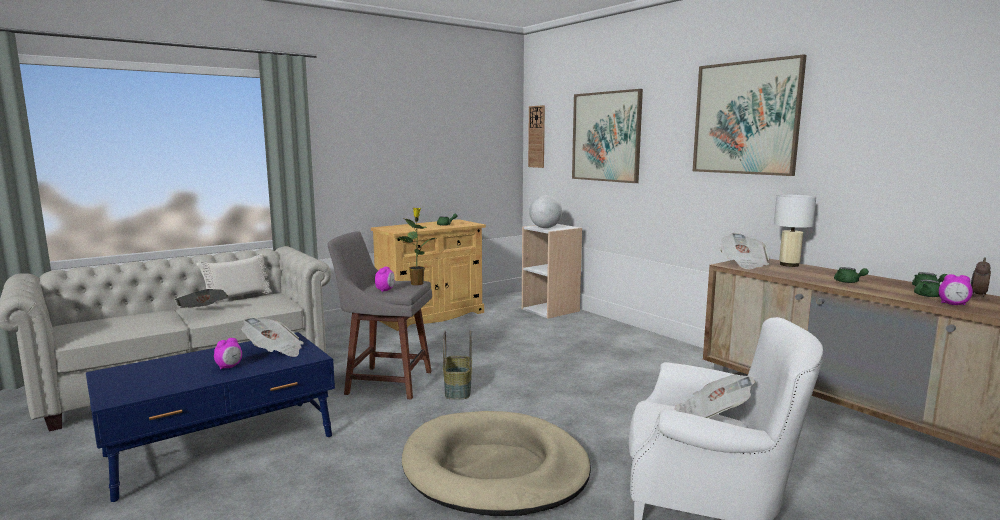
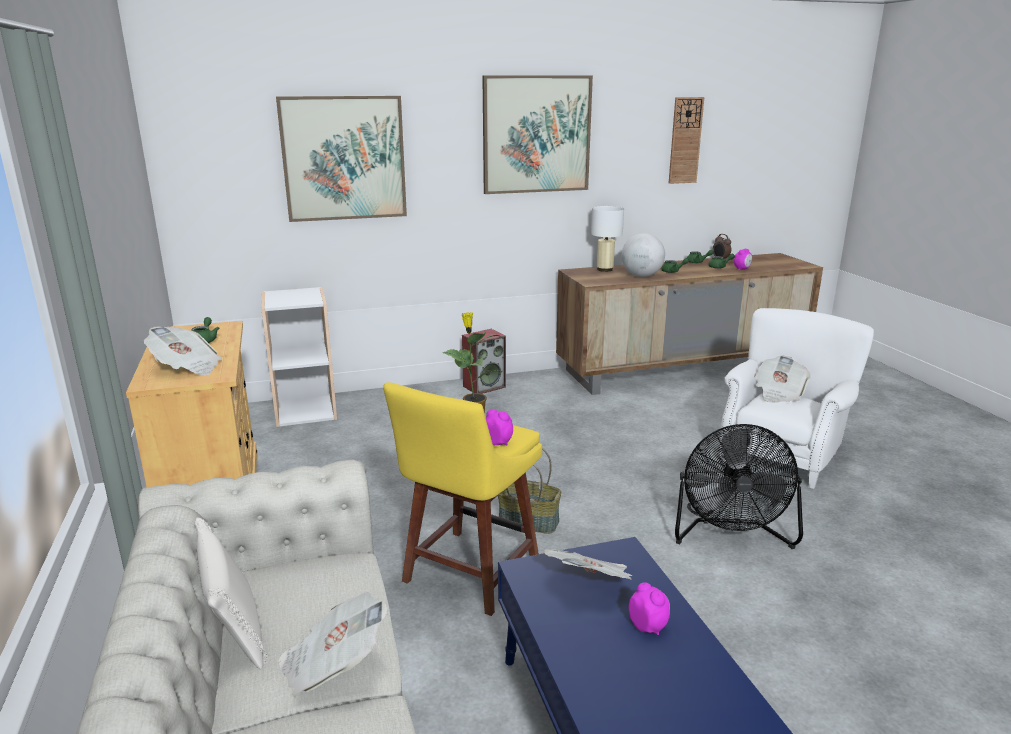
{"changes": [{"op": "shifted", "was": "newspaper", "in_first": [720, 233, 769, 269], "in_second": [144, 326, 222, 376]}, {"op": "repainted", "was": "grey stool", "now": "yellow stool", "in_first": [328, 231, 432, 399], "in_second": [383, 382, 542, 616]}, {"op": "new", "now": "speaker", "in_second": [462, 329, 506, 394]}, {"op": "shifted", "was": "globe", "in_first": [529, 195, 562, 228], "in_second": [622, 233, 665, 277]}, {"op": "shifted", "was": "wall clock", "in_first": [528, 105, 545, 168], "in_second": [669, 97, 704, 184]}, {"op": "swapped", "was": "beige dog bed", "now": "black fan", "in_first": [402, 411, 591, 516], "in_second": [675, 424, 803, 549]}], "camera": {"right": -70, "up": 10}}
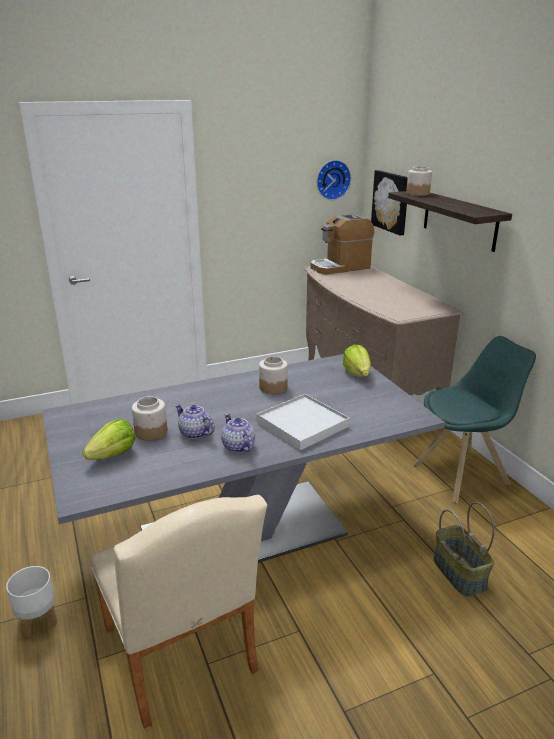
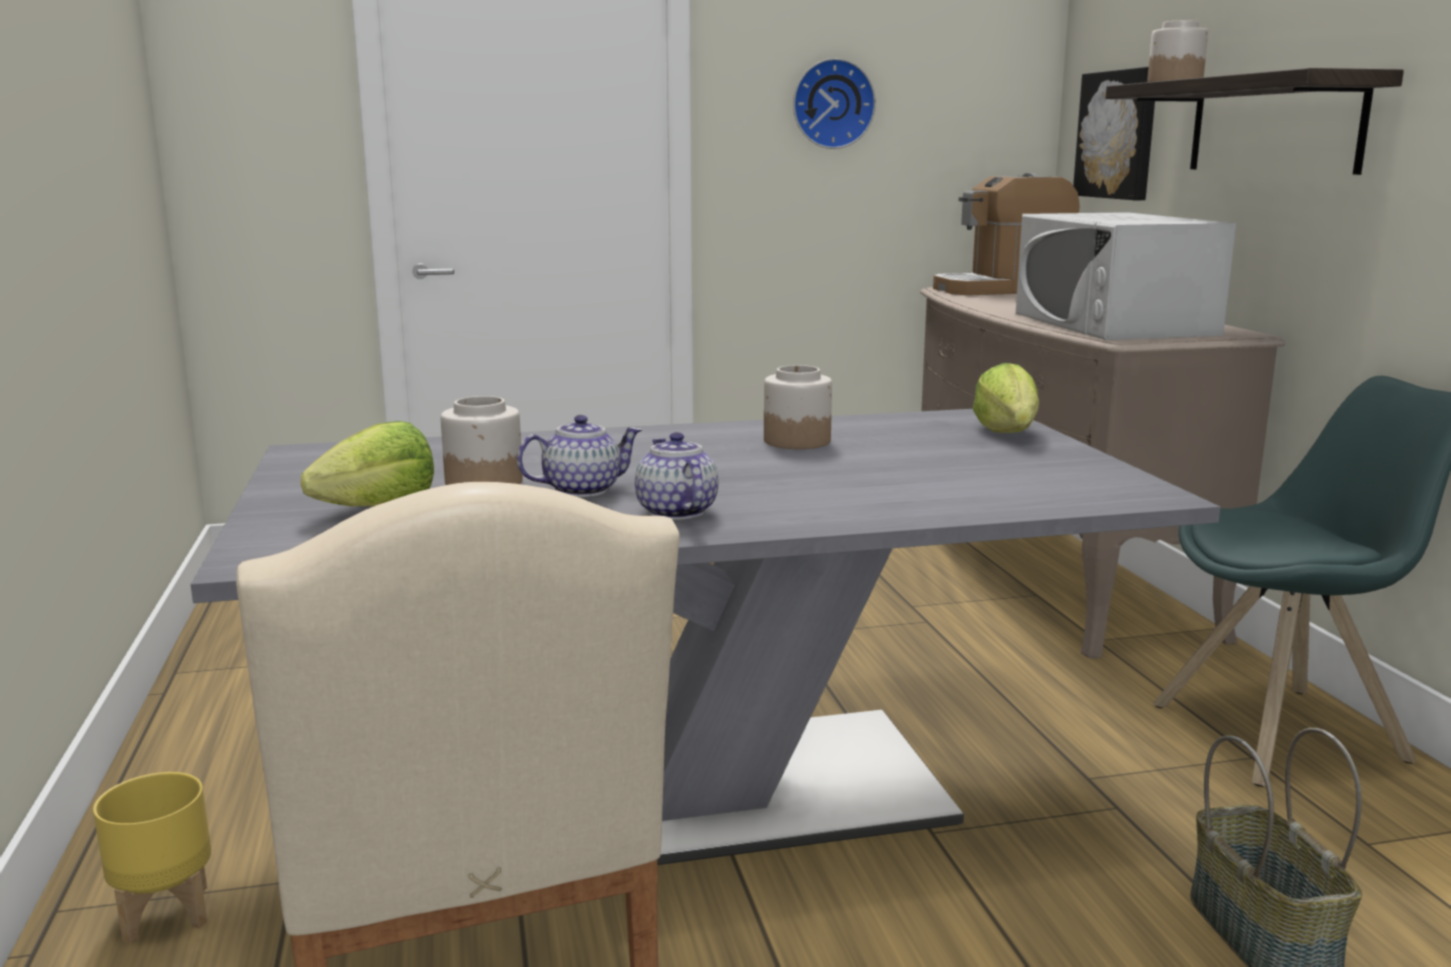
{"changes": [{"op": "repainted", "was": "white planter", "now": "yellow planter", "in_first": [6, 566, 57, 637], "in_second": [93, 772, 211, 944]}, {"op": "rotated", "was": "teapot", "in_first": [175, 404, 215, 439], "in_second": [517, 415, 642, 497], "clockwise": 105}, {"op": "shifted", "was": "wall clock", "in_first": [317, 160, 351, 200], "in_second": [793, 58, 876, 149]}, {"op": "new", "now": "white microwave", "in_second": [1016, 212, 1236, 340]}, {"op": "gone", "was": "white tray", "in_first": [256, 394, 350, 450]}], "camera": {"right": 10, "up": -10}}
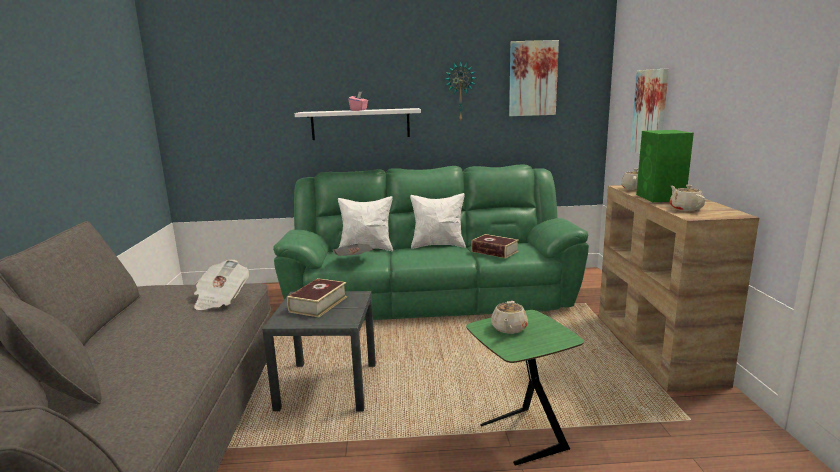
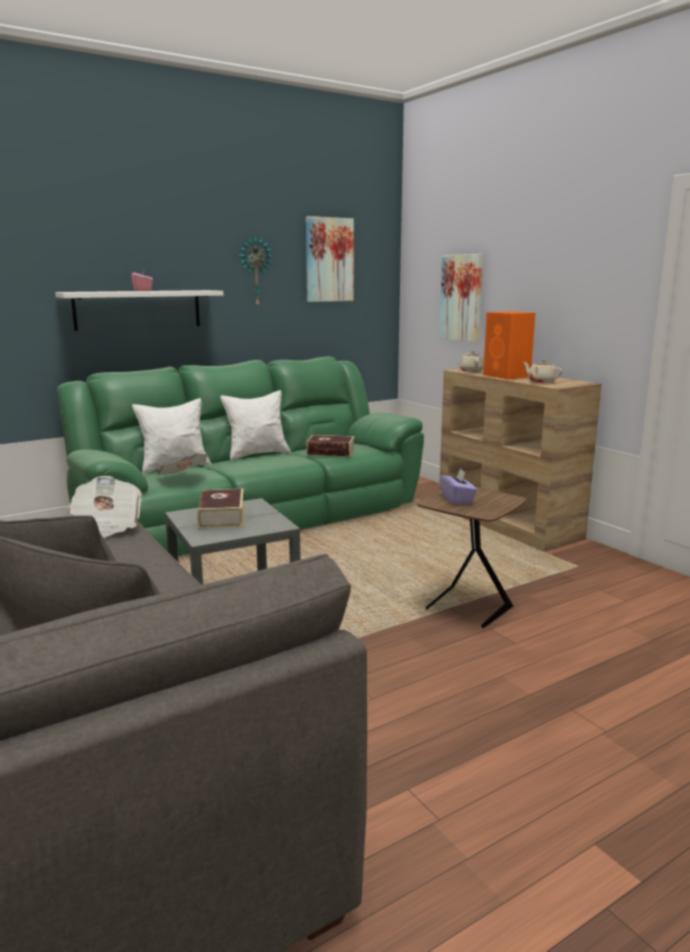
{"changes": [{"op": "repainted", "was": "green side table", "now": "brown side table", "in_first": [466, 310, 584, 466], "in_second": [417, 487, 527, 628]}, {"op": "swapped", "was": "beige teapot", "now": "purple tissue box", "in_first": [491, 301, 528, 334], "in_second": [440, 468, 477, 505]}, {"op": "repainted", "was": "green speaker", "now": "orange speaker", "in_first": [636, 130, 694, 202], "in_second": [483, 311, 535, 379]}], "camera": {"right": -30, "up": 0}}
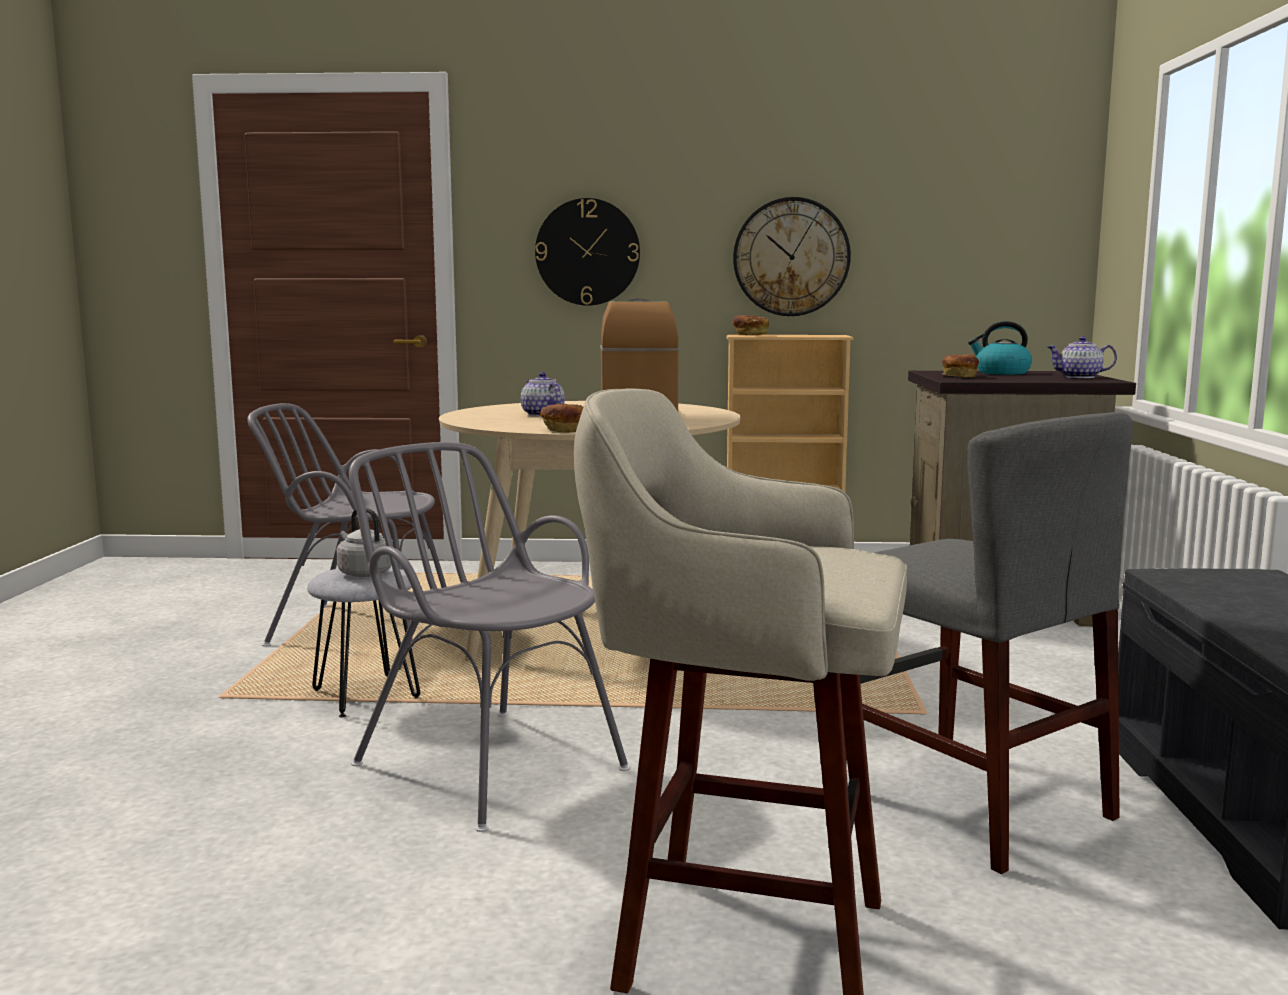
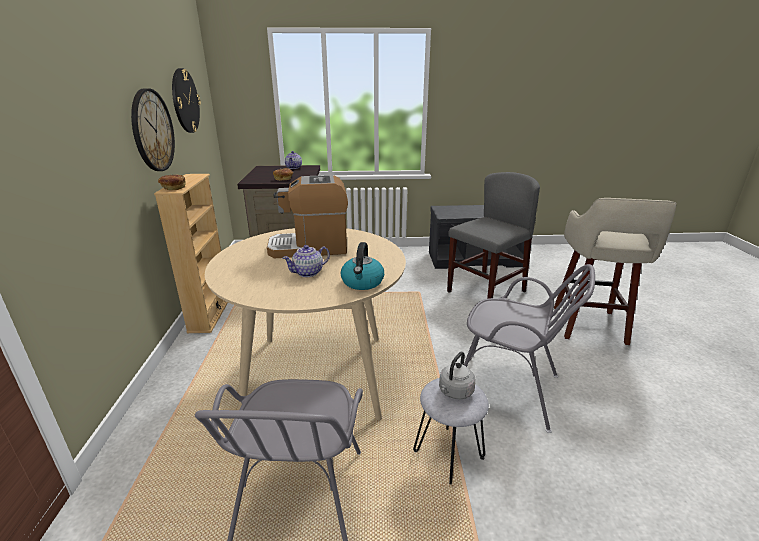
{"changes": [{"op": "shifted", "was": "wall clock", "in_first": [535, 198, 640, 306], "in_second": [172, 68, 201, 133]}, {"op": "shifted", "was": "kettle", "in_first": [968, 321, 1032, 375], "in_second": [341, 242, 384, 290]}, {"op": "rotated", "was": "grey chair", "in_first": [349, 442, 630, 832], "in_second": [464, 264, 595, 433], "clockwise": -105}, {"op": "gone", "was": "bread", "in_first": [540, 404, 584, 433]}], "camera": {"right": -95, "up": 15}}
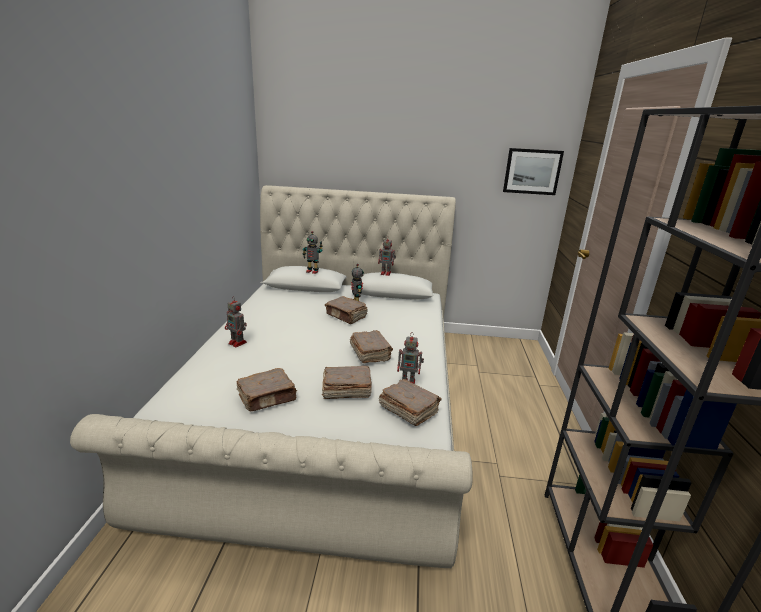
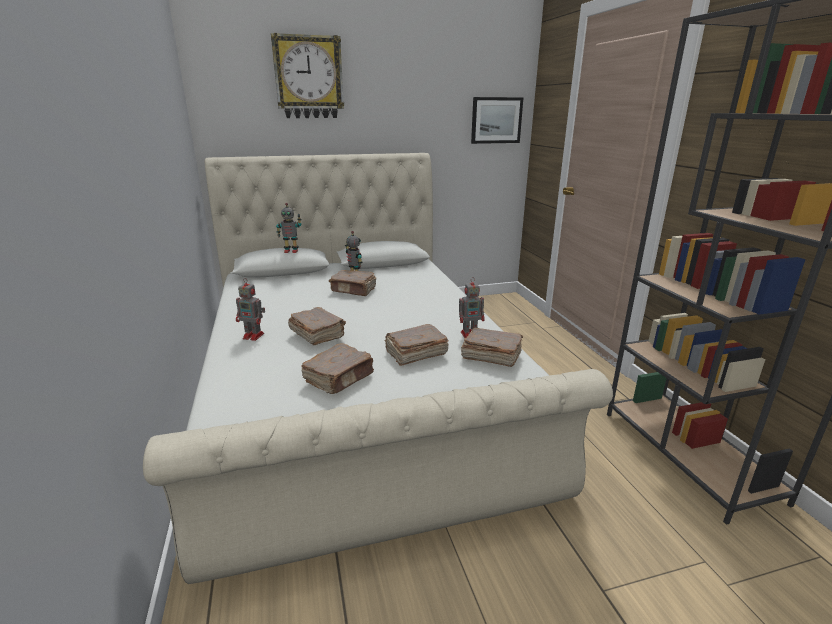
{"changes": [{"op": "new", "now": "wall clock", "in_second": [271, 33, 344, 118]}, {"op": "shifted", "was": "brown book", "in_first": [350, 330, 393, 363], "in_second": [288, 307, 346, 345]}, {"op": "gone", "was": "toy robot", "in_first": [378, 238, 396, 276]}], "camera": {"right": -20, "up": 0}}
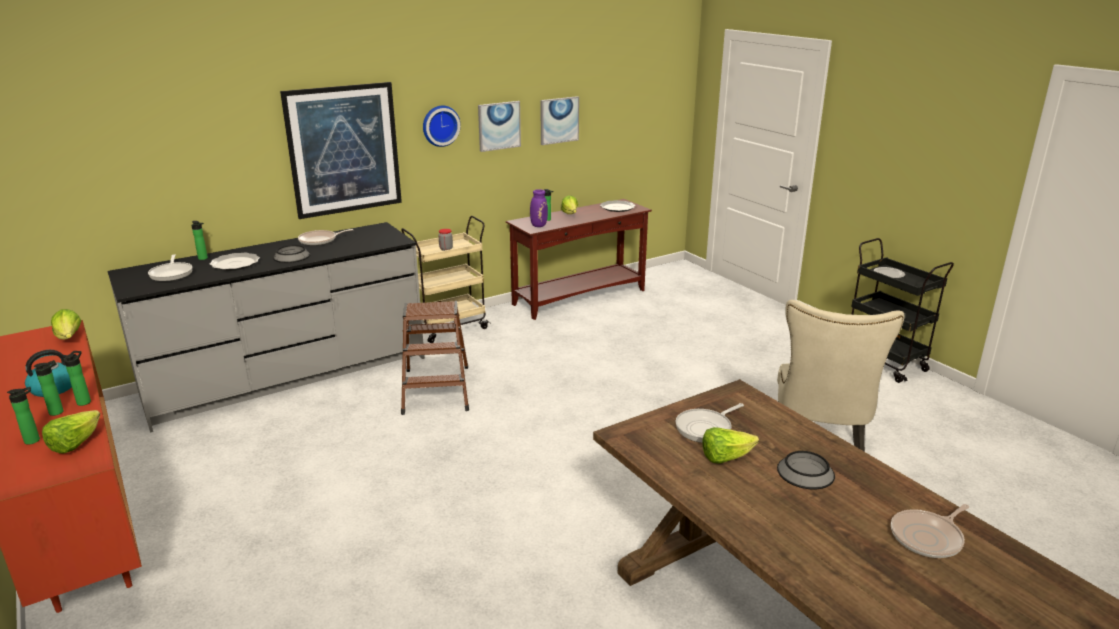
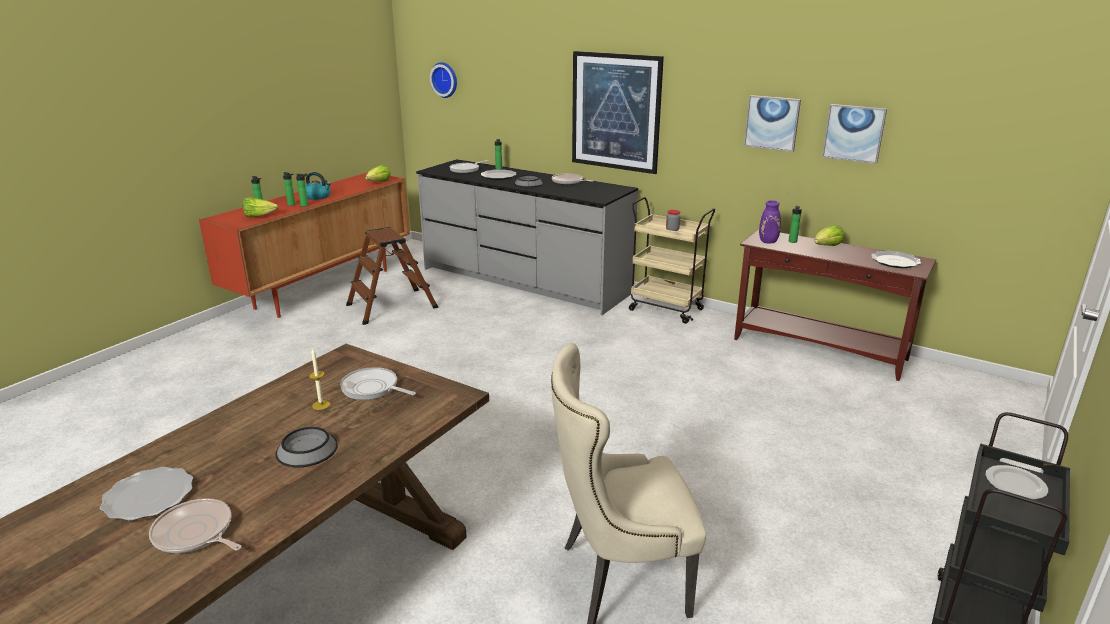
{"changes": [{"op": "new", "now": "plate", "in_second": [99, 467, 193, 521]}, {"op": "swapped", "was": "lettuce", "now": "candle", "in_first": [703, 427, 759, 464], "in_second": [309, 349, 330, 410]}, {"op": "shifted", "was": "brown step ladder", "in_first": [401, 301, 469, 415], "in_second": [346, 227, 439, 325]}, {"op": "shifted", "was": "wall clock", "in_first": [423, 106, 461, 147], "in_second": [430, 62, 457, 98]}], "camera": {"right": 65, "up": 0}}
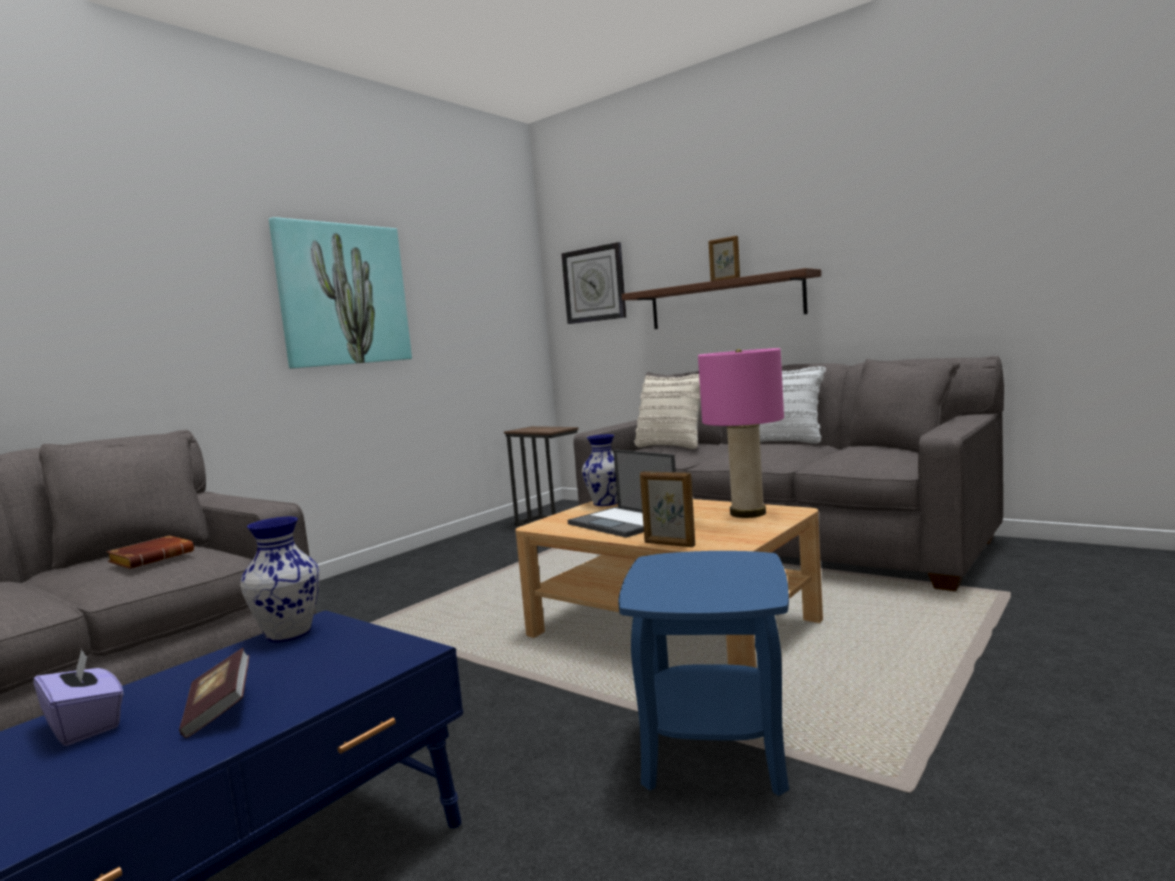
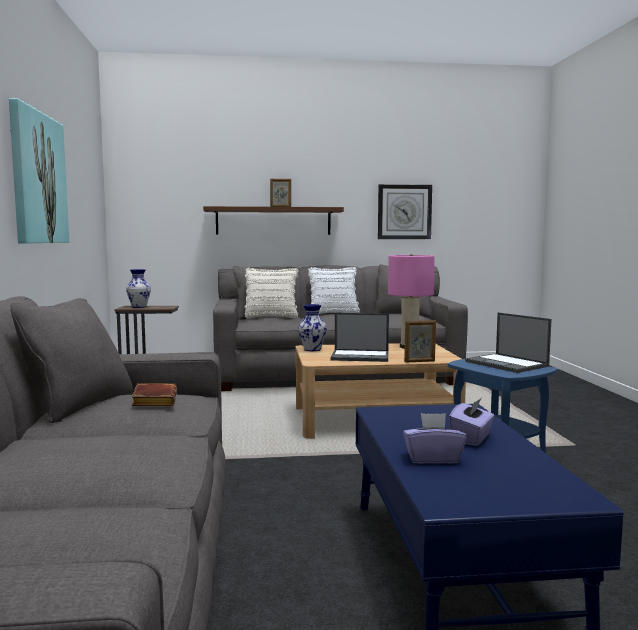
{"changes": [{"op": "shifted", "was": "vase", "in_first": [240, 517, 320, 642], "in_second": [126, 269, 151, 308]}, {"op": "shifted", "was": "wall clock", "in_first": [561, 242, 627, 324], "in_second": [378, 184, 432, 239]}, {"op": "swapped", "was": "book", "now": "purple tissue box", "in_first": [179, 648, 249, 738], "in_second": [449, 398, 494, 446]}, {"op": "new", "now": "laptop", "in_second": [465, 312, 552, 373]}], "camera": {"right": -45, "up": 0}}
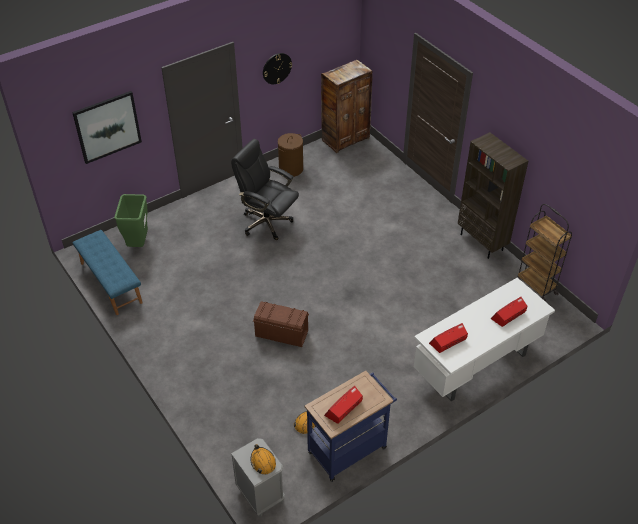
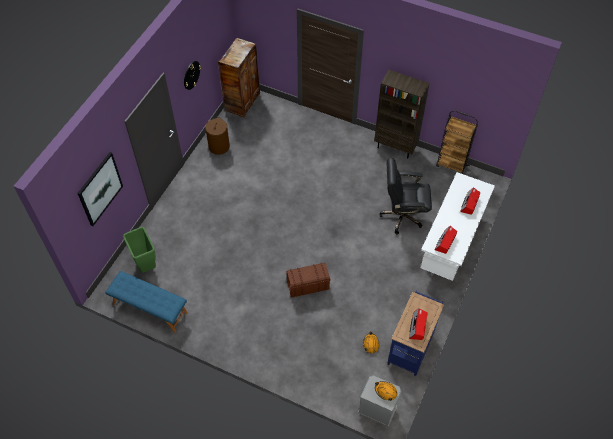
{"changes": [{"op": "shifted", "was": "black office chair", "in_first": [231, 139, 299, 240], "in_second": [380, 158, 432, 234]}], "camera": {"right": -30, "up": 10}}
